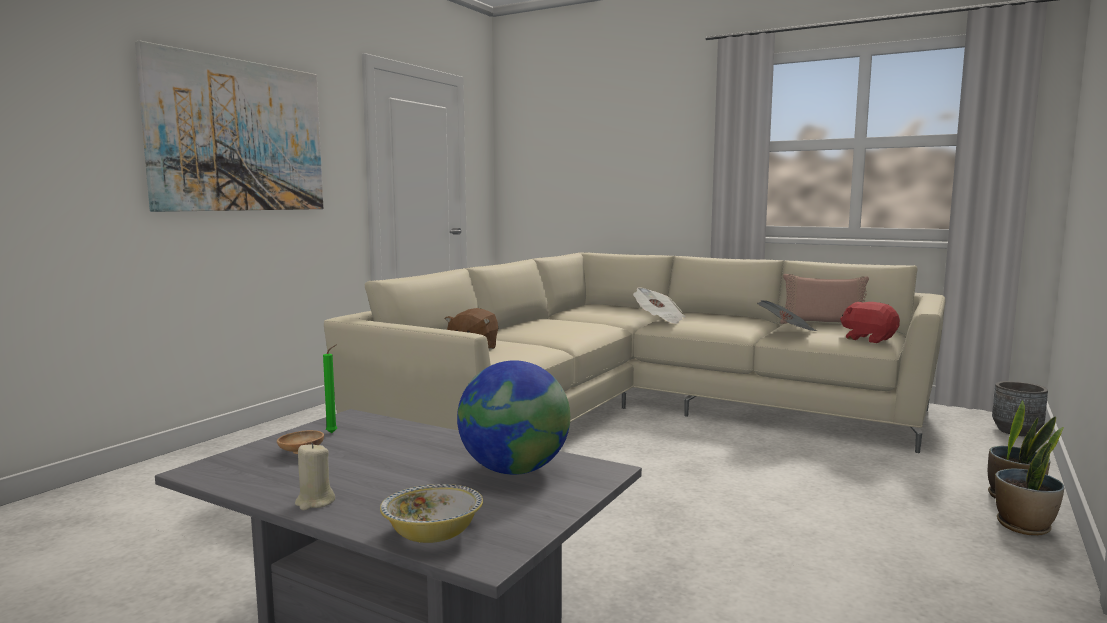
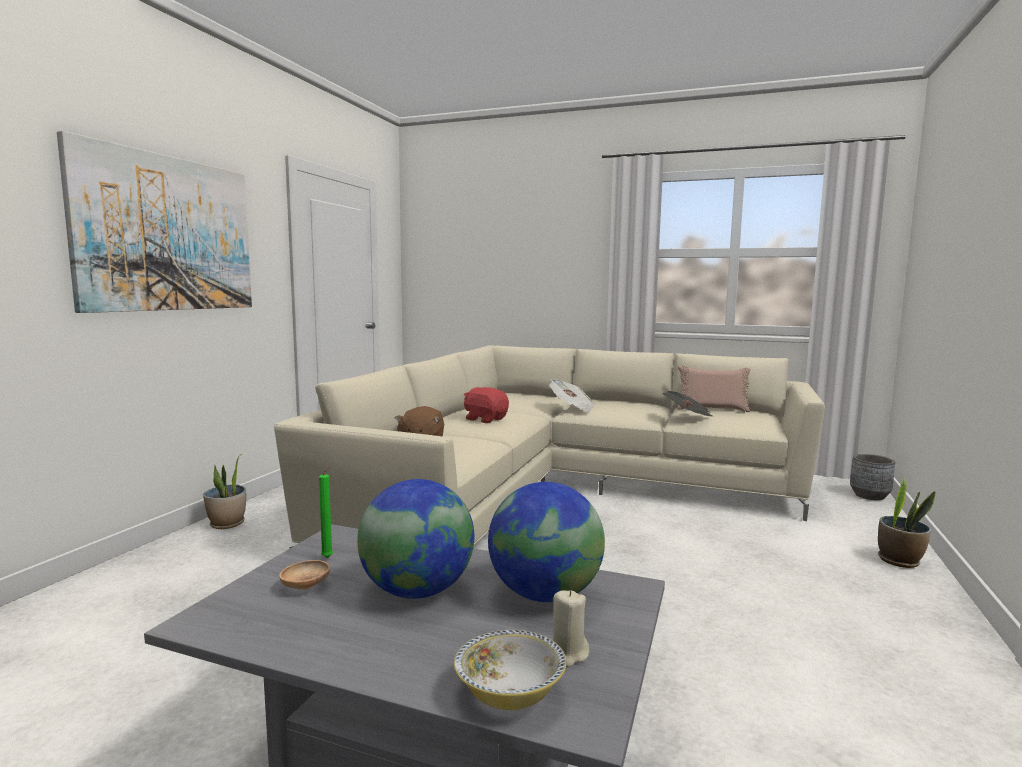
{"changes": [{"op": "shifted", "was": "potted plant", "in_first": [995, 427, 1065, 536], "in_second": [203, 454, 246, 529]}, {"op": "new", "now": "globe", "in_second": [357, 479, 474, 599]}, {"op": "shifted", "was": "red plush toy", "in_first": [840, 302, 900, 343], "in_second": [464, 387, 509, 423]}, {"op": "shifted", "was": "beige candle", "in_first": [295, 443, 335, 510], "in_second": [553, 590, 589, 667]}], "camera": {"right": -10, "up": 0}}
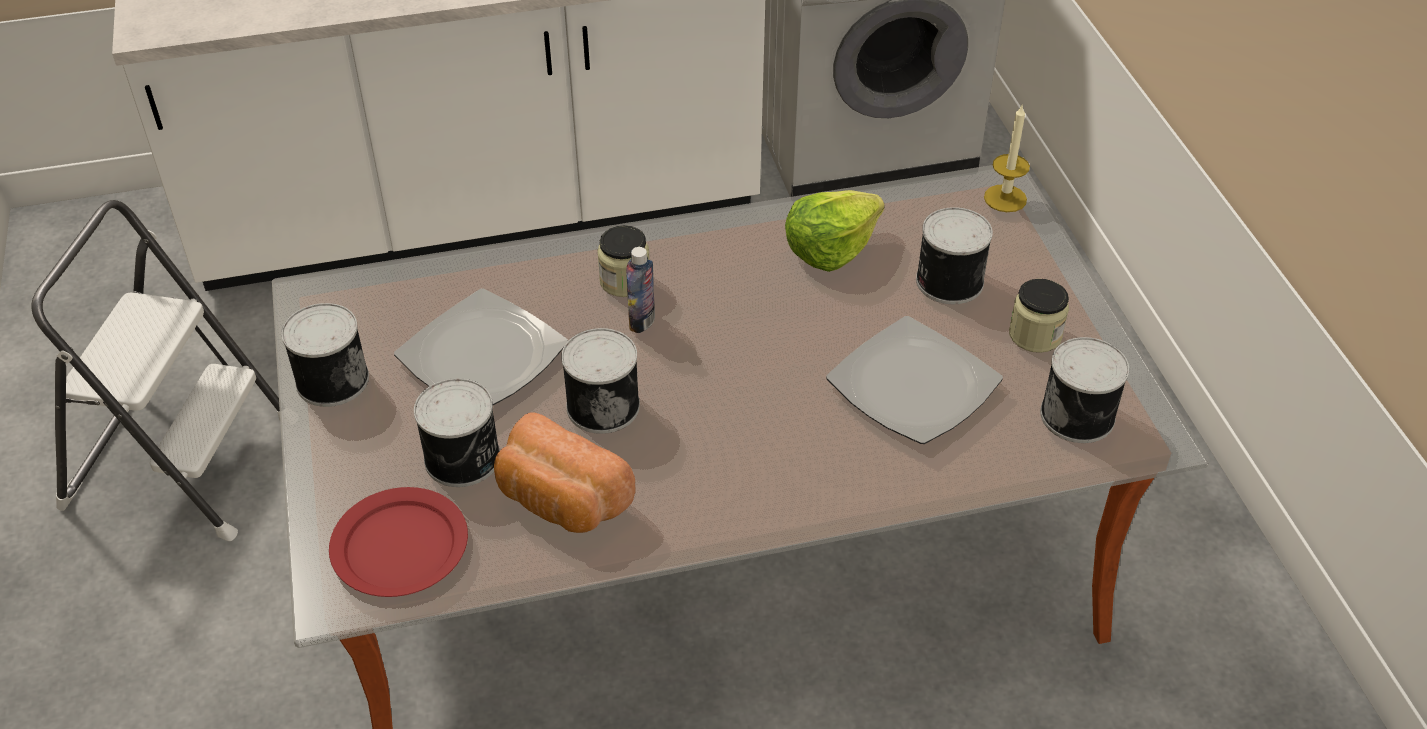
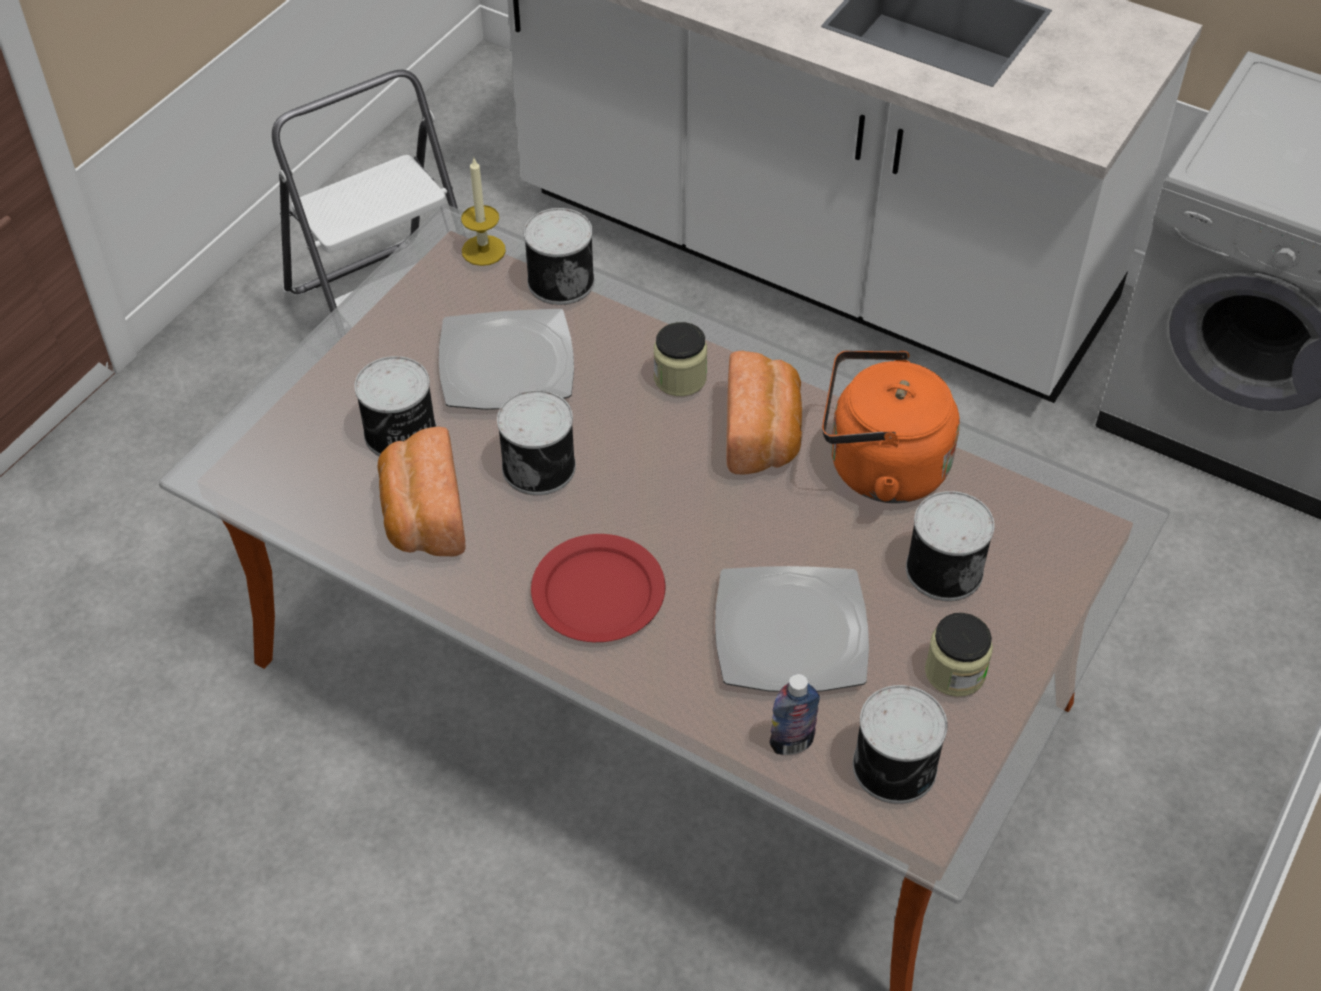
{"changes": [{"op": "shifted", "was": "candle", "in_first": [984, 105, 1030, 212], "in_second": [461, 158, 506, 266]}, {"op": "shifted", "was": "can", "in_first": [281, 303, 369, 407], "in_second": [524, 208, 595, 305]}, {"op": "shifted", "was": "red plate", "in_first": [329, 487, 468, 597], "in_second": [531, 534, 666, 642]}, {"op": "new", "now": "bread", "in_second": [726, 351, 802, 475]}, {"op": "shifted", "was": "bottle", "in_first": [626, 247, 655, 333], "in_second": [770, 674, 820, 755]}, {"op": "swapped", "was": "lettuce", "now": "orange kettle", "in_first": [785, 190, 885, 272], "in_second": [822, 350, 960, 503]}], "camera": {"right": 45, "up": 5}}
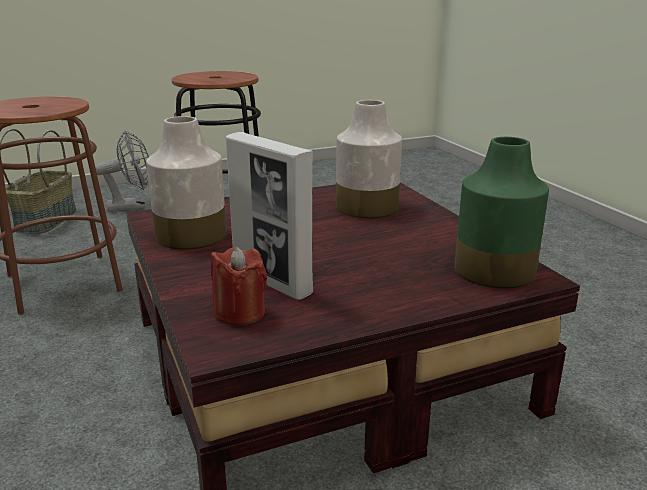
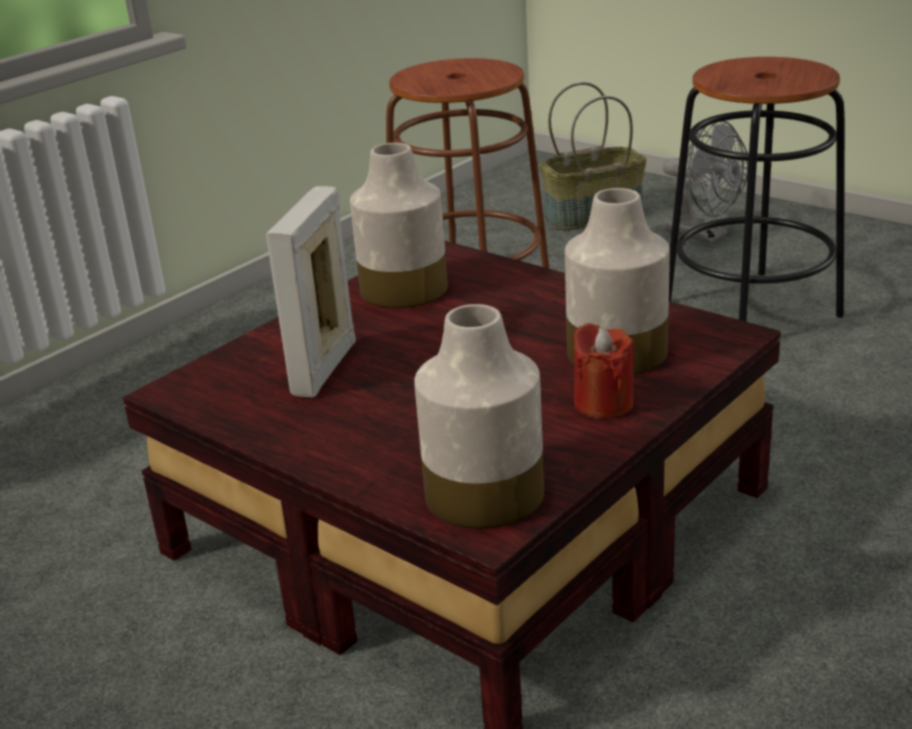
{"changes": [{"op": "repainted", "was": "green vase", "now": "beige vase", "in_first": [454, 137, 549, 288], "in_second": [414, 304, 544, 529]}, {"op": "shifted", "was": "red candle", "in_first": [211, 247, 267, 326], "in_second": [573, 323, 634, 419]}], "camera": {"right": 65, "up": 5}}
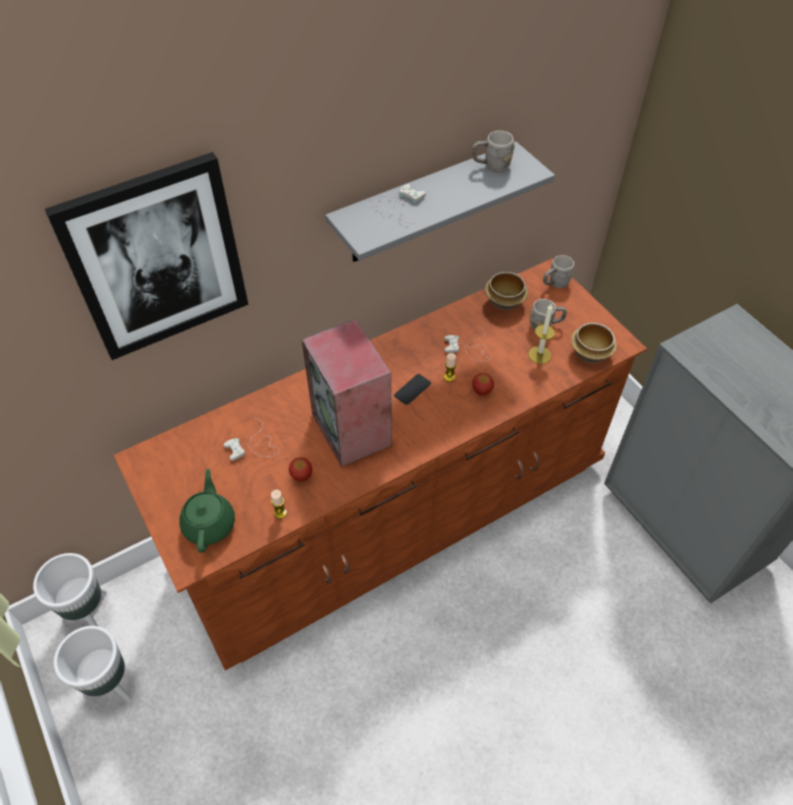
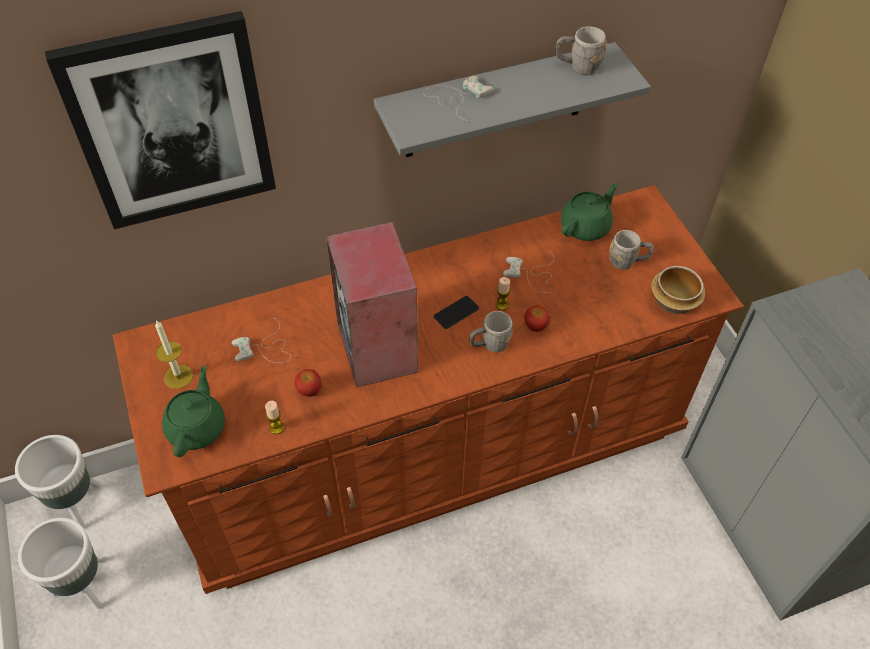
{"changes": [{"op": "shifted", "was": "candle", "in_first": [528, 304, 555, 364], "in_second": [155, 320, 193, 389]}, {"op": "shifted", "was": "grey mug", "in_first": [543, 255, 574, 288], "in_second": [469, 311, 513, 352]}, {"op": "swapped", "was": "bowl", "now": "green teapot", "in_first": [485, 272, 528, 310], "in_second": [561, 183, 618, 241]}], "camera": {"right": 10, "up": 0}}
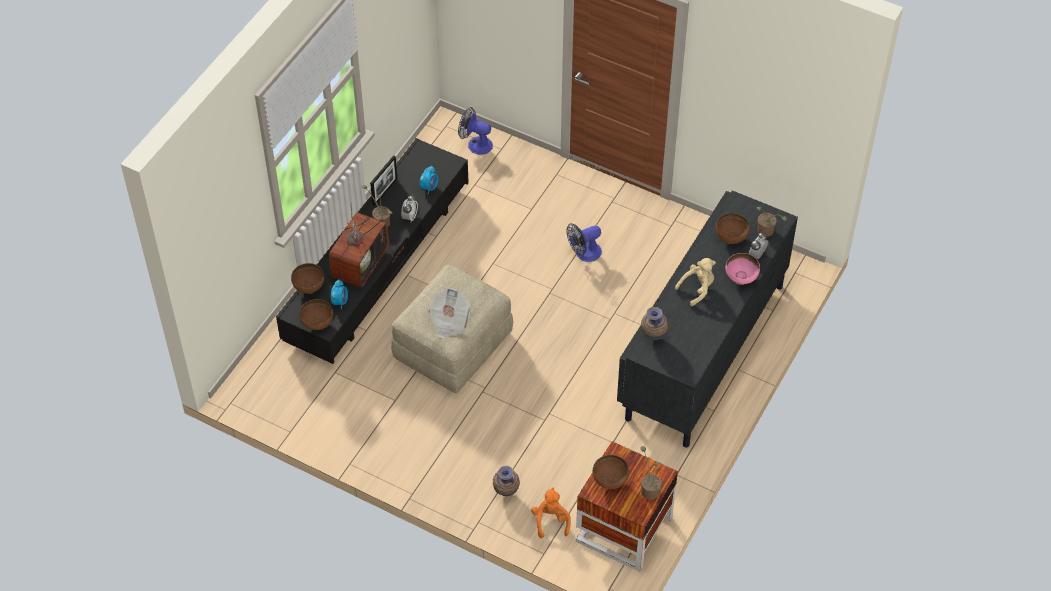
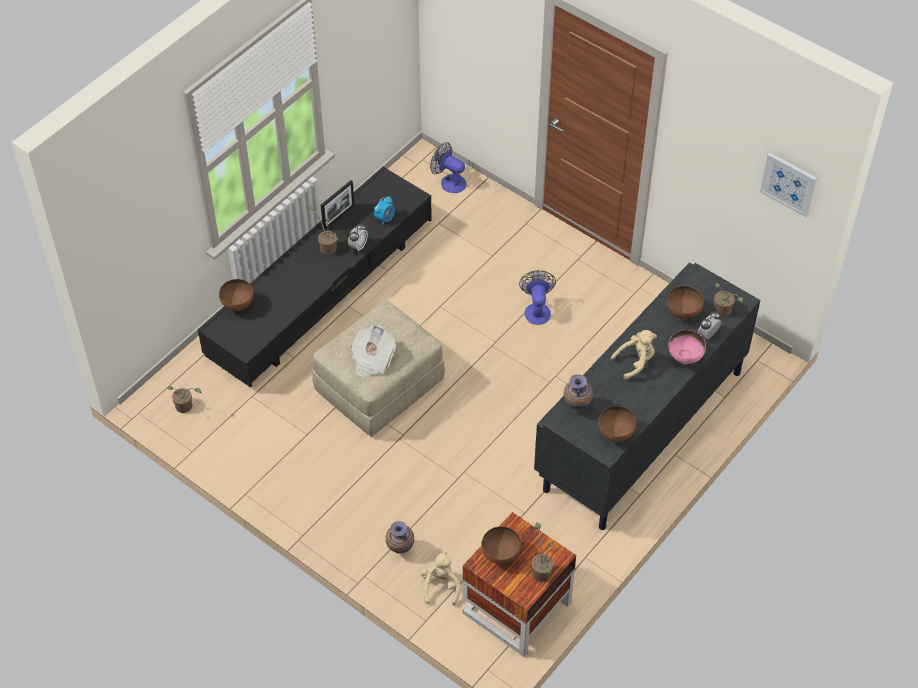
{"changes": [{"op": "new", "now": "potted plant", "in_second": [167, 386, 201, 413]}, {"op": "repainted", "was": "orange plush toy", "now": "beige plush toy", "in_first": [531, 487, 571, 538], "in_second": [420, 551, 461, 606]}, {"op": "rotated", "was": "fan", "in_first": [566, 223, 602, 262], "in_second": [519, 270, 556, 325], "clockwise": 105}, {"op": "shifted", "was": "brown bowl", "in_first": [300, 299, 333, 330], "in_second": [598, 406, 637, 442]}, {"op": "new", "now": "picture", "in_second": [760, 153, 817, 217]}, {"op": "gone", "was": "television", "in_first": [329, 202, 389, 287]}, {"op": "gone", "was": "alarm clock", "in_first": [331, 279, 348, 309]}], "camera": {"right": 10, "up": 0}}
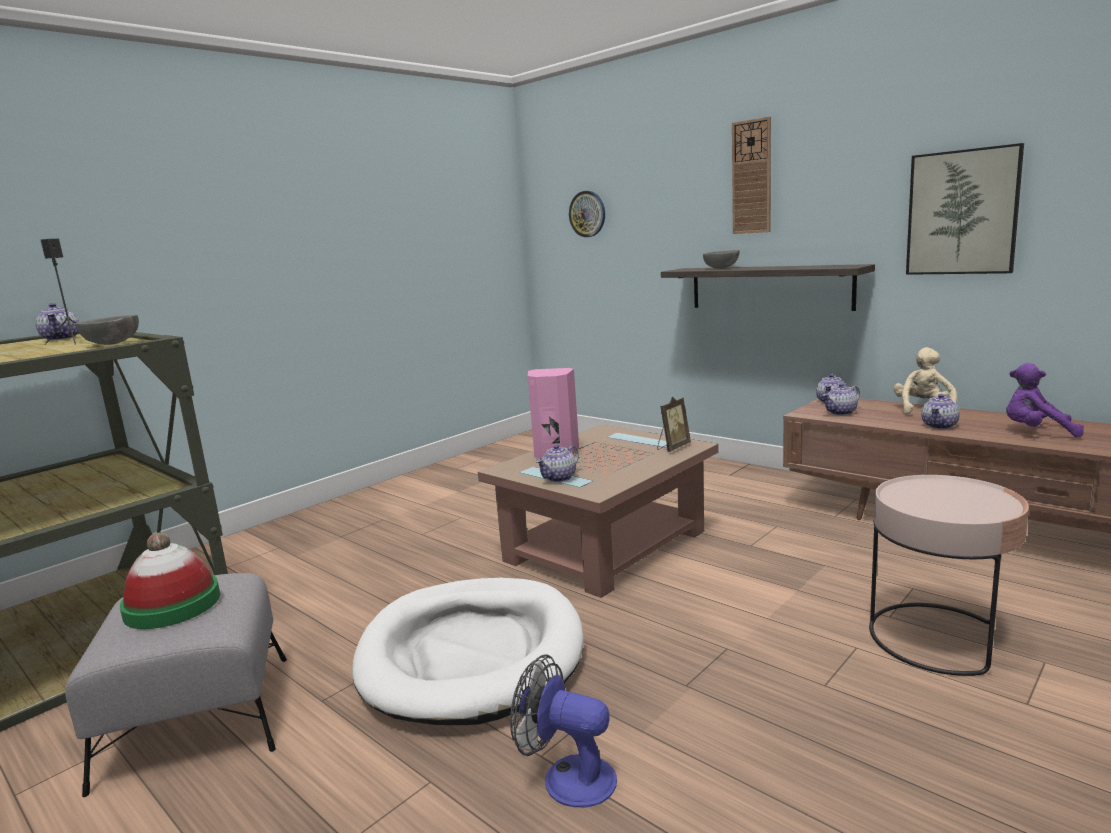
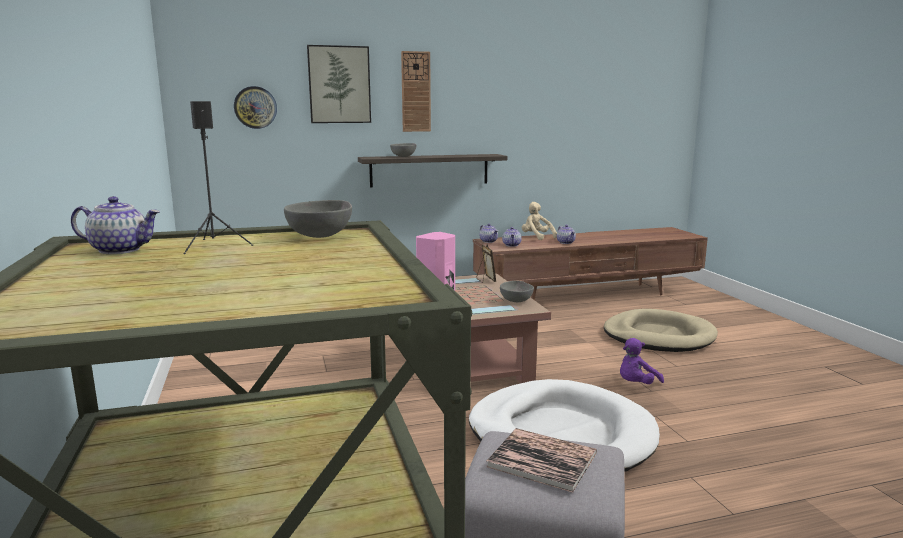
{"changes": [{"op": "shifted", "was": "picture", "in_first": [906, 143, 1024, 275], "in_second": [307, 45, 371, 123]}, {"op": "swapped", "was": "hat", "now": "book", "in_first": [120, 532, 220, 629], "in_second": [486, 428, 597, 493]}, {"op": "new", "now": "grey bowl", "in_second": [500, 281, 534, 302]}, {"op": "swapped", "was": "pink side table", "now": "beige dog bed", "in_first": [869, 475, 1029, 676], "in_second": [604, 309, 718, 352]}, {"op": "shifted", "was": "purple plush toy", "in_first": [1006, 363, 1084, 437], "in_second": [620, 338, 664, 384]}, {"op": "gone", "was": "fan", "in_first": [510, 655, 617, 807]}, {"op": "gone", "was": "teapot", "in_first": [536, 445, 579, 482]}], "camera": {"right": -60, "up": 0}}
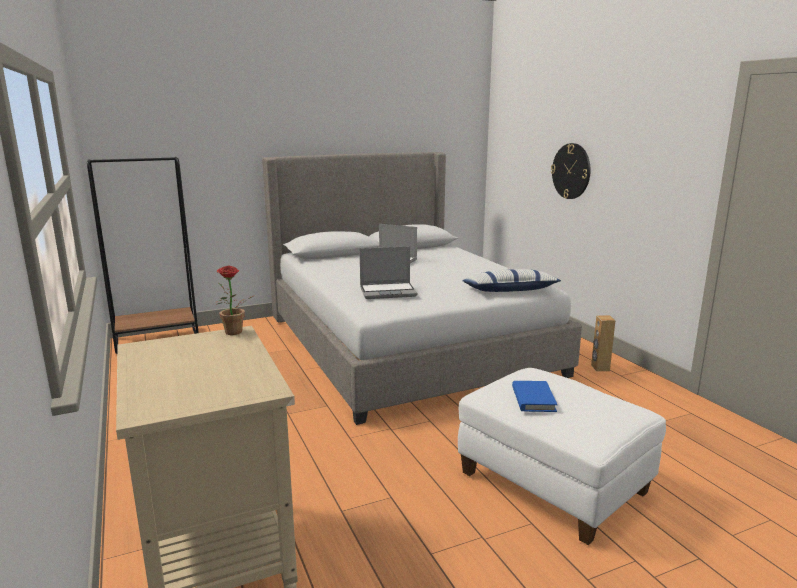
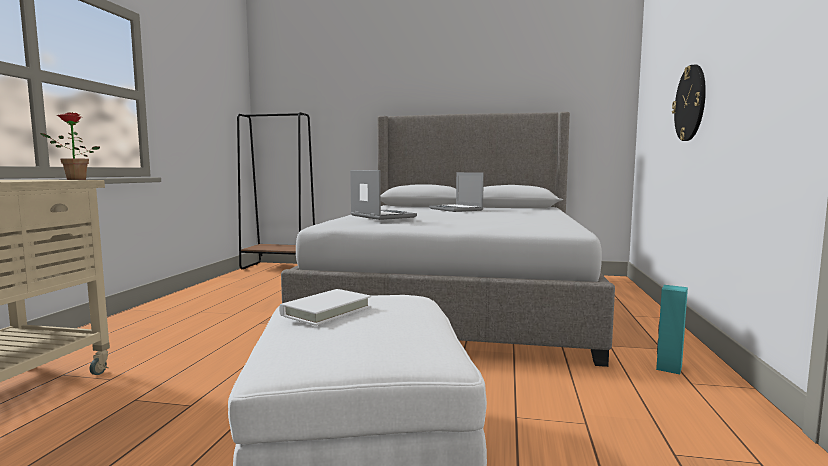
{"changes": [{"op": "repainted", "was": "blue book", "now": "white book", "in_first": [512, 381, 557, 412], "in_second": [279, 289, 371, 326]}, {"op": "rotated", "was": "laptop", "in_first": [360, 246, 417, 299], "in_second": [350, 170, 417, 220], "clockwise": -150}, {"op": "repainted", "was": "brown speaker", "now": "turquoise speaker", "in_first": [591, 315, 616, 371], "in_second": [656, 285, 688, 374]}, {"op": "gone", "was": "pillow", "in_first": [462, 269, 561, 292]}], "camera": {"right": 35, "up": -10}}
